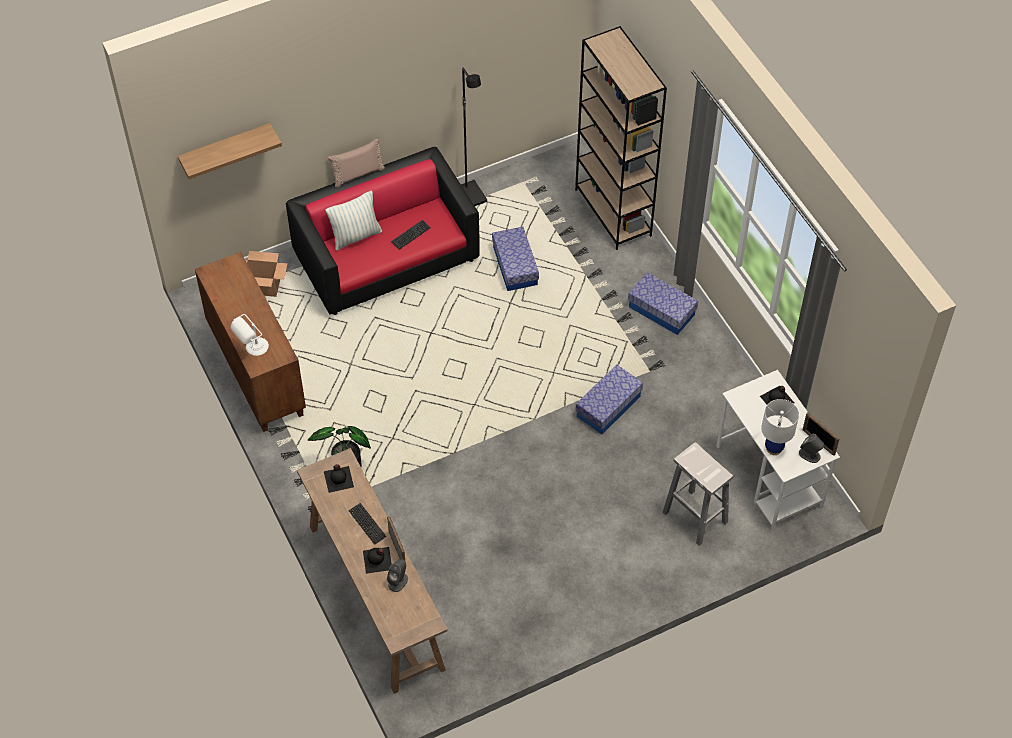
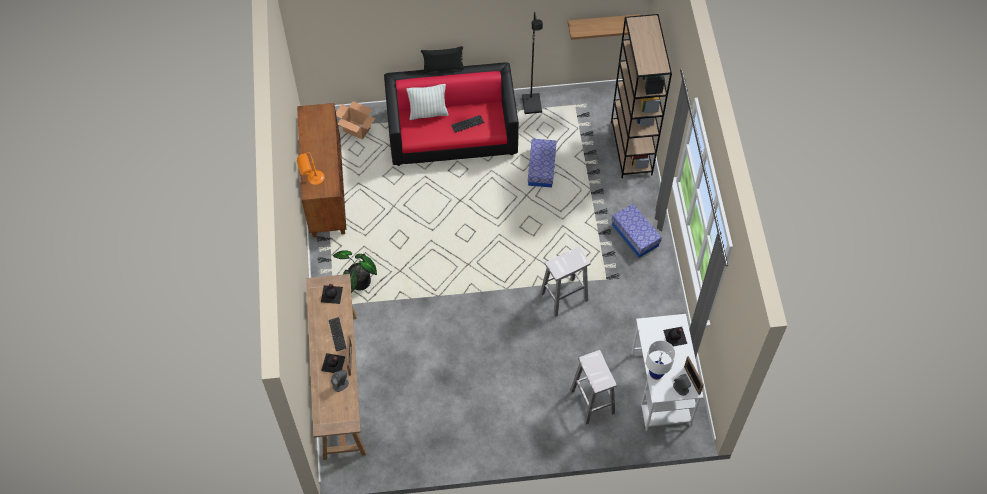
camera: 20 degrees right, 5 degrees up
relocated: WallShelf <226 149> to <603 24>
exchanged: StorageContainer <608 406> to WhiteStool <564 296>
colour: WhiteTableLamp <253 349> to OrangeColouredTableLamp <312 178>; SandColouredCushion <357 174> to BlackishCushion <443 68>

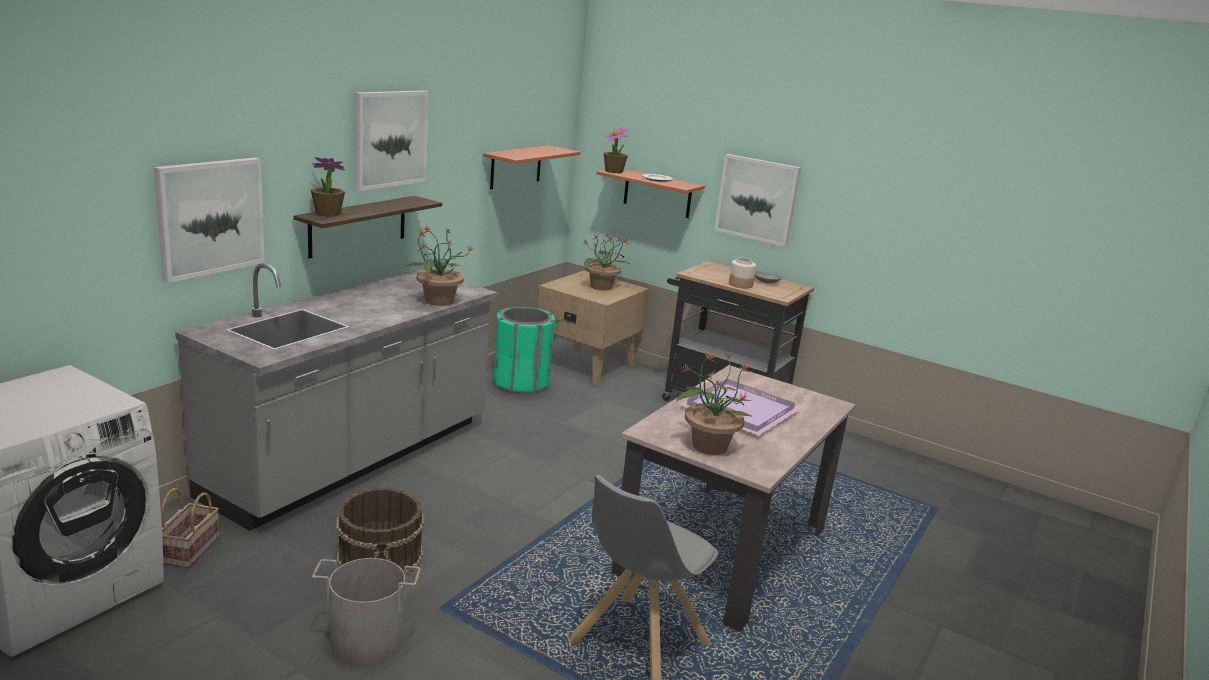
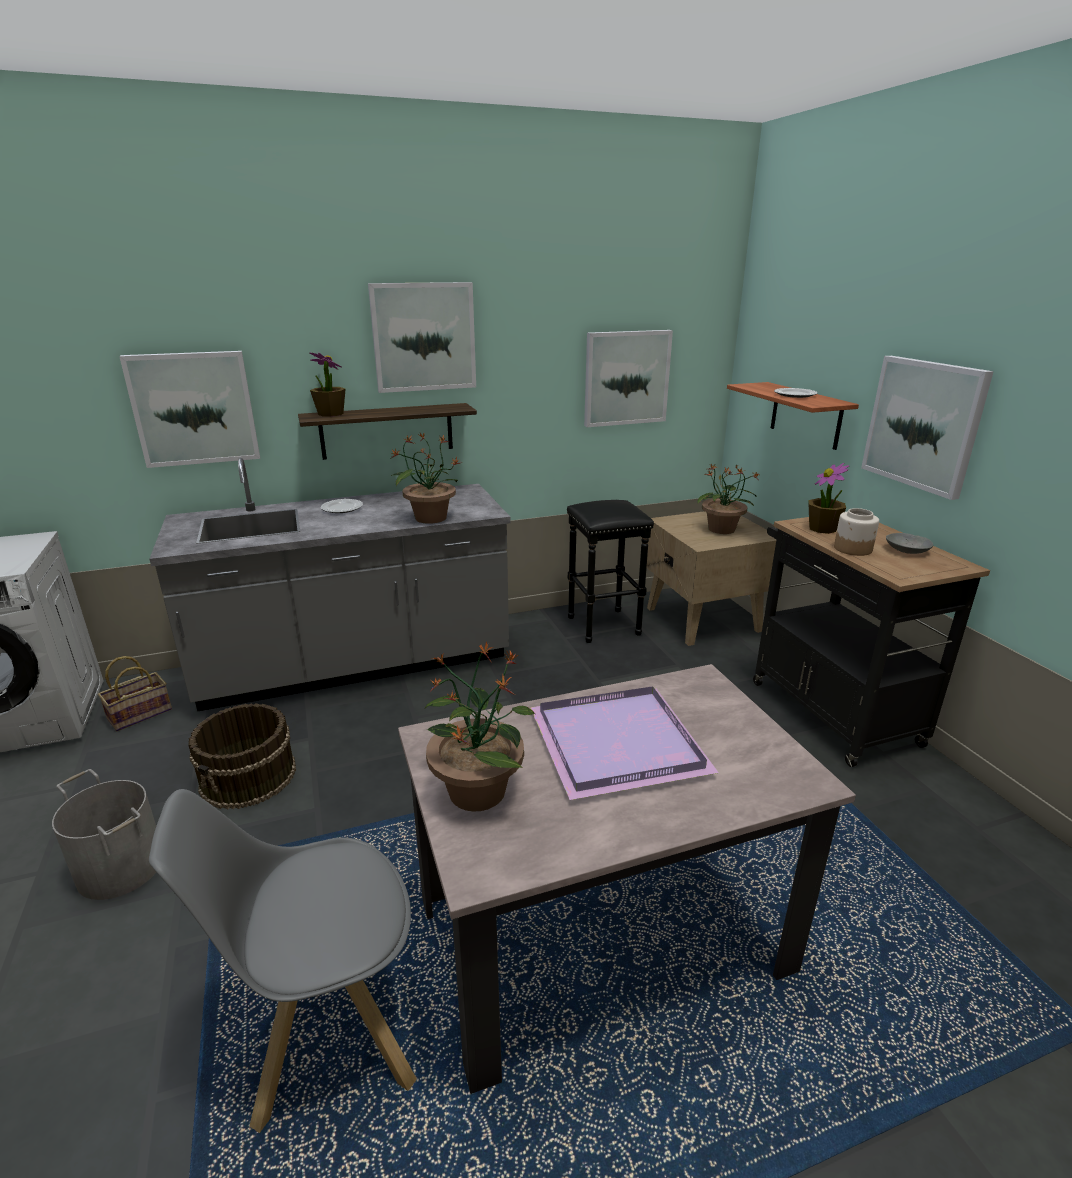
camera: 40 degrees right, 5 degrees up
appeared: Plate <342 508>
relocated: PlantInAPot <614 171> to <822 529>
exchanged: GreenColouredRubbishBin <521 383> to BlackishStool <604 624>; WallShelf <516 167> to Picture <626 378>

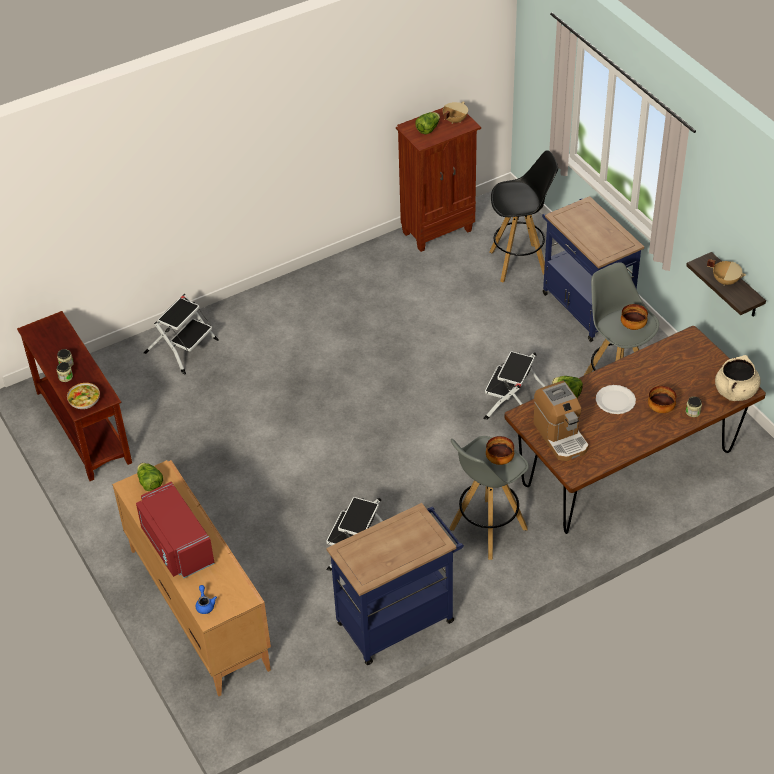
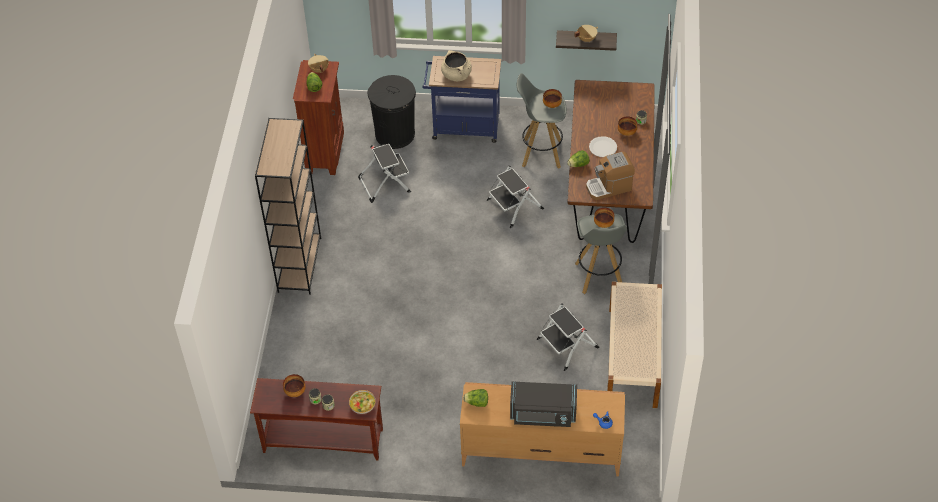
camera: 55 degrees left, 5 degrees up
appeared: SandColouredBookcase <299 264>; Bowl <295 392>
relocated: StepLadder <181 348> to <385 183>; SandColouredSaucepot <735 392> to <456 75>
exchanged: BlackishStool <519 263> to BlackishRubbishBin <395 134>; BlueTrolley <398 622> to SandColouredIndoorBench <633 357>
colour: RedColouredKitchenMicrowave <176 545> to BlackishKitchenMicrowave <543 414>
spun: CoffeeBrewer <561 436> = <609 187> 150 degrees clockwise

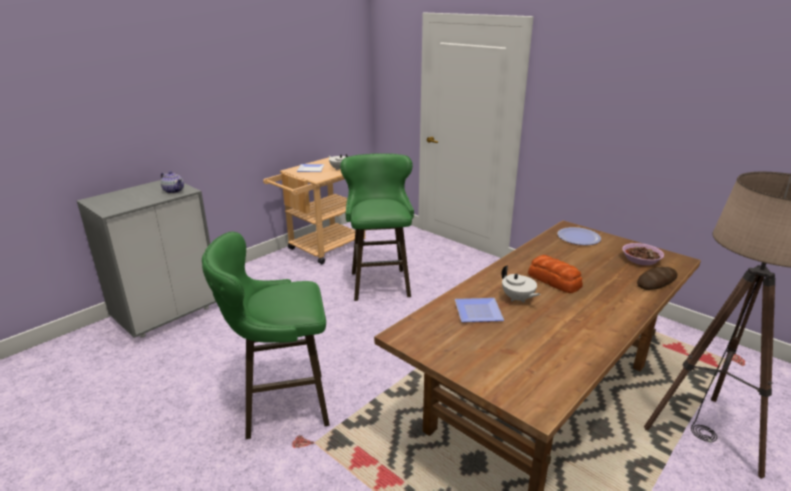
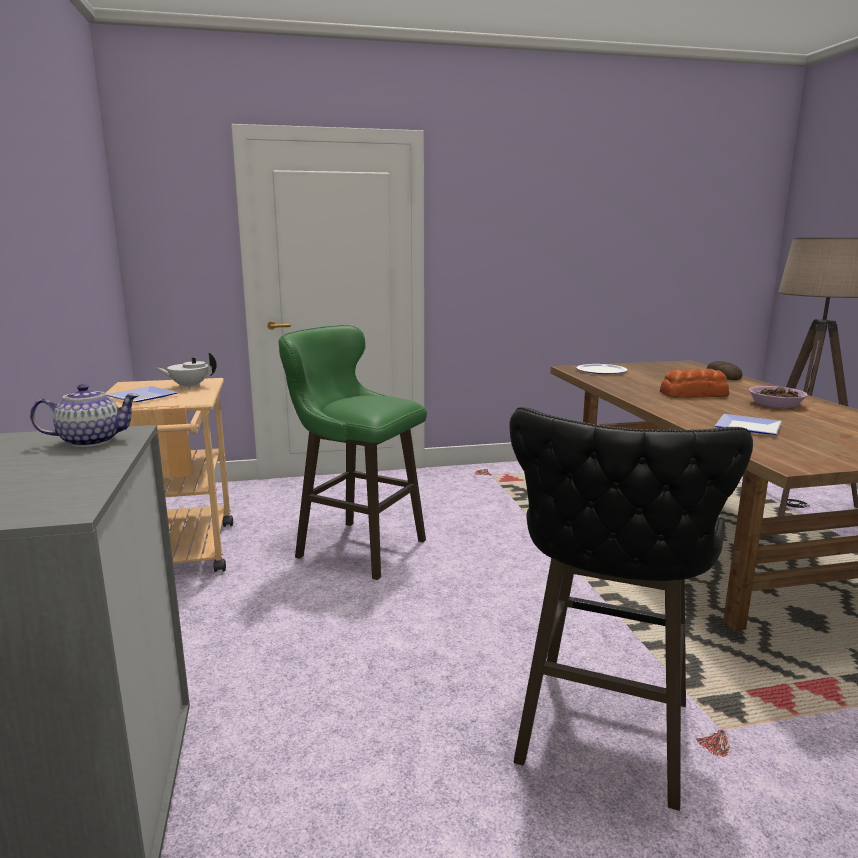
camera: 55 degrees left, 10 degrees down
missing: WhiteTeapot <517 299>
relocated: Bowl <641 259> to <775 404>
colour: GreenColouredStool <281 405> to BlackishStool <602 737>

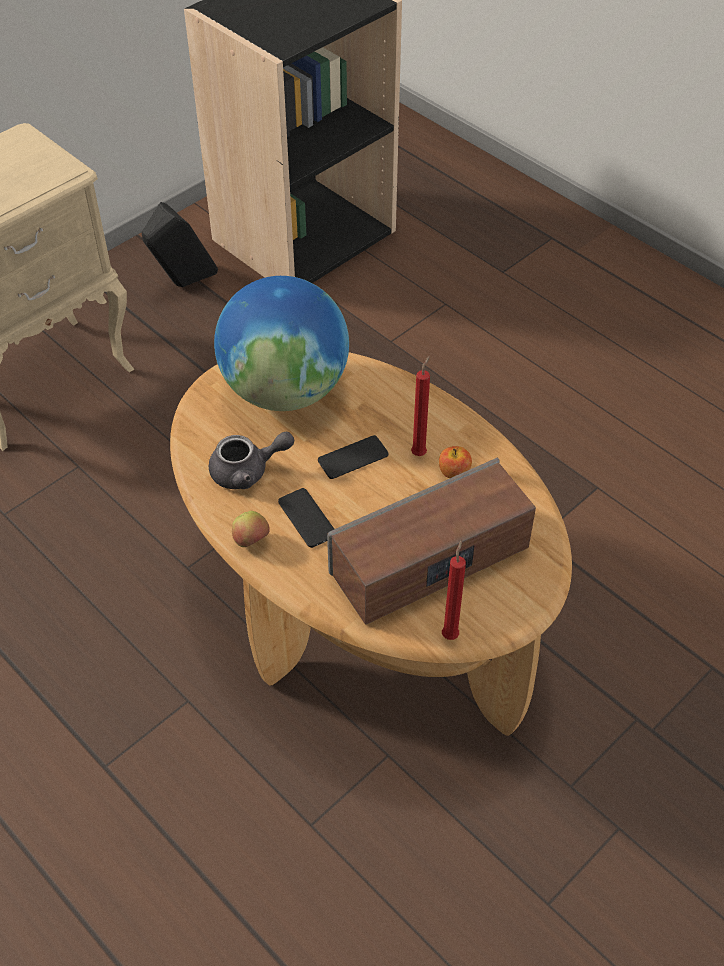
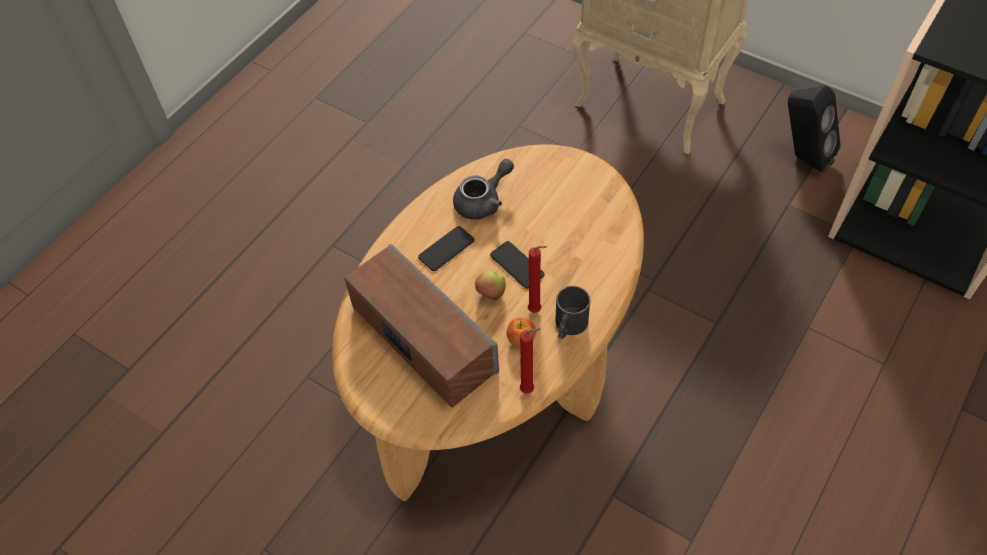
camera: 80 degrees right, 5 degrees up
missing: DeskGlobe <285 390>
appeared: BlackishCoffeeMug <568 326>
relocated: Apple <251 541> to <491 294>; RedColouredWaxLight <450 633> to <529 390>
spun: GrayTeapot <248 471> = <483 201> 105 degrees counterclockwise

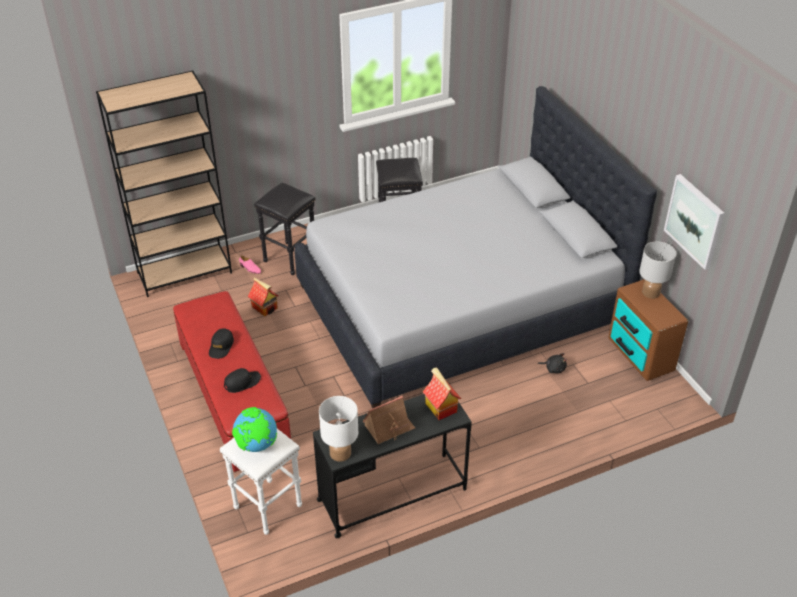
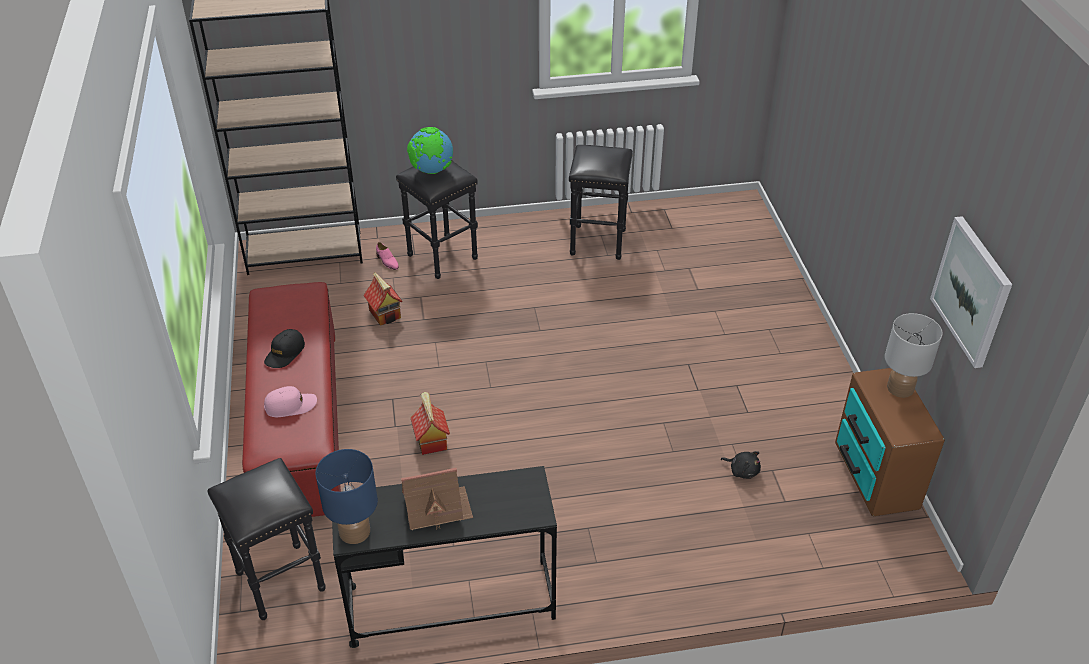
camera: 15 degrees right, 0 degrees up
missing: GrayBedroomBed <461 305>
relocated: DeskGlobe <256 445> to <431 171>; ToyHouse <440 408> to <430 441>
colour: WhiteStool <266 506> to BlackishStool <278 580>; BlackishCap <242 382> to PinkishCap <290 406>; WhiteTableLamp <340 453> to BlueTableLamp <354 531>

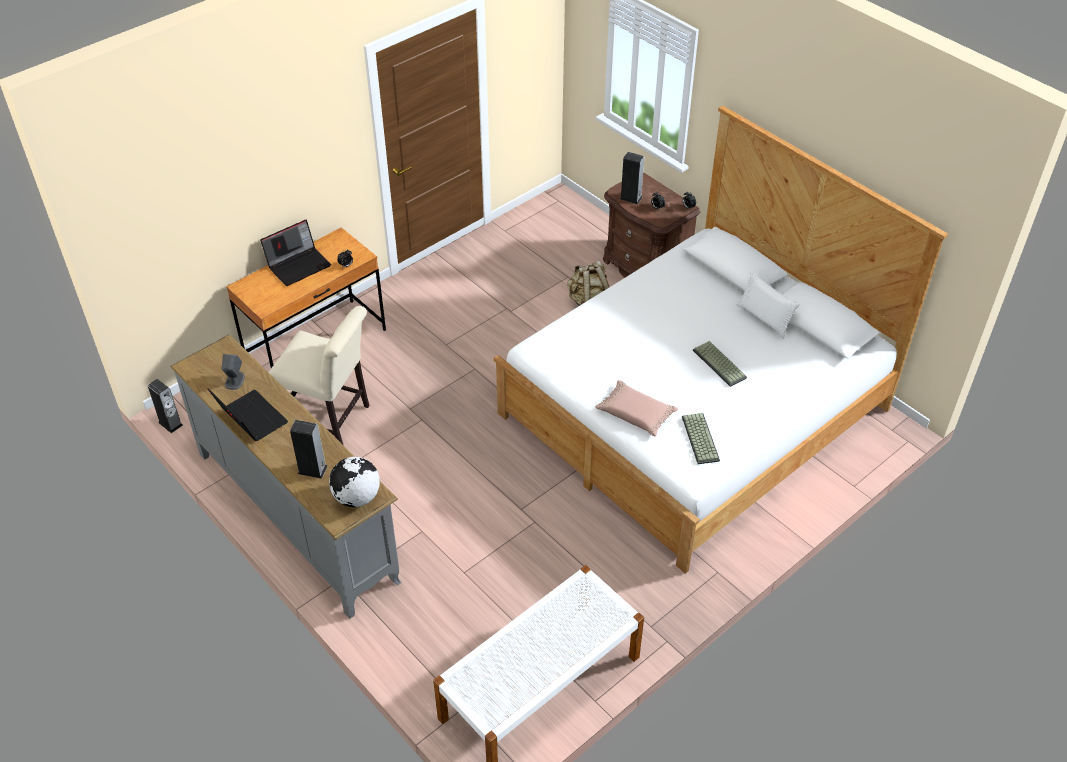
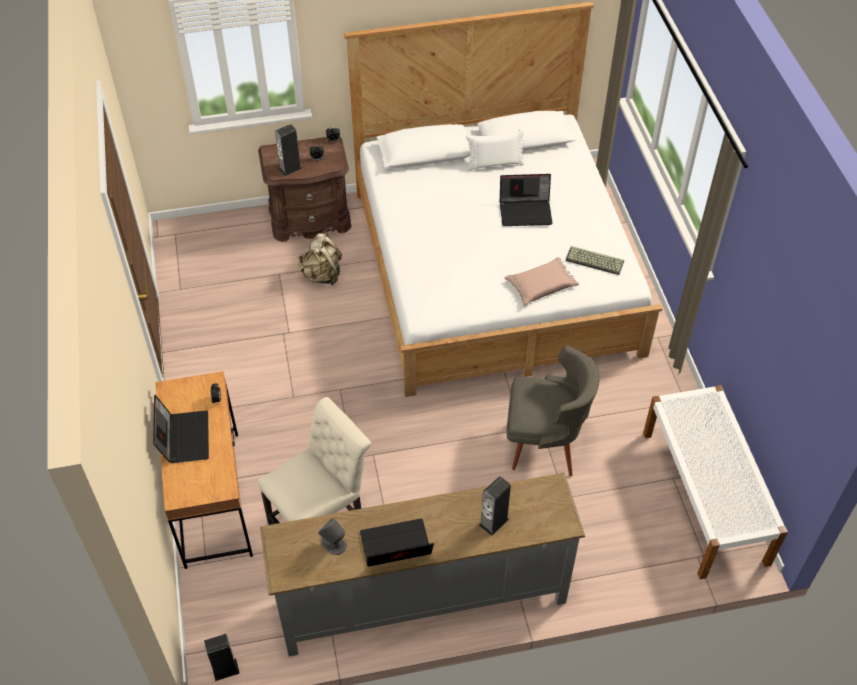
camera: 60 degrees left, 5 degrees up
missing: DeskGlobe <356 497>
appeared: GrayChair <543 446>
exchanged: Keyboard <720 364> to Laptop <526 211>

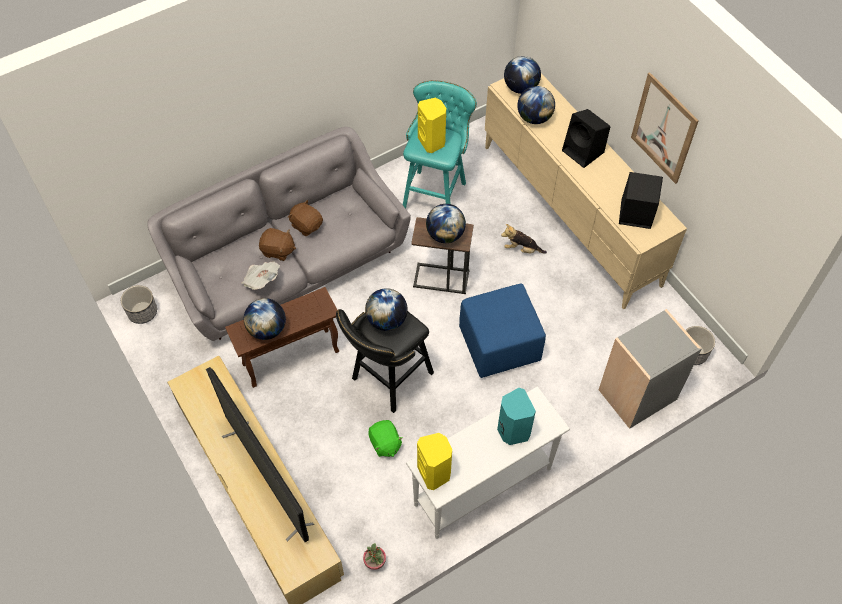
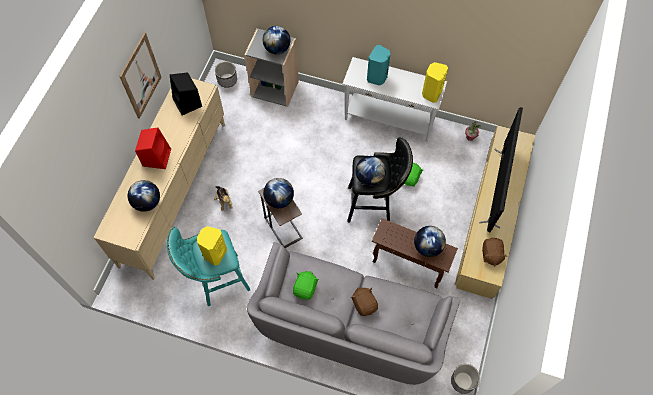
camera: 130 degrees left, 5 degrees up
missing: PrintedPaper <261 280>; BlueFootrest <498 345>
appeared: GreenColouredCuddlyToy <305 288>
relocated: DeskGlobe <520 88> to <277 49>; BrownCuddlyToy <306 225> to <491 255>
colour: BlackishSpeaker <584 152> to RedColouredSpeaker <157 156>

